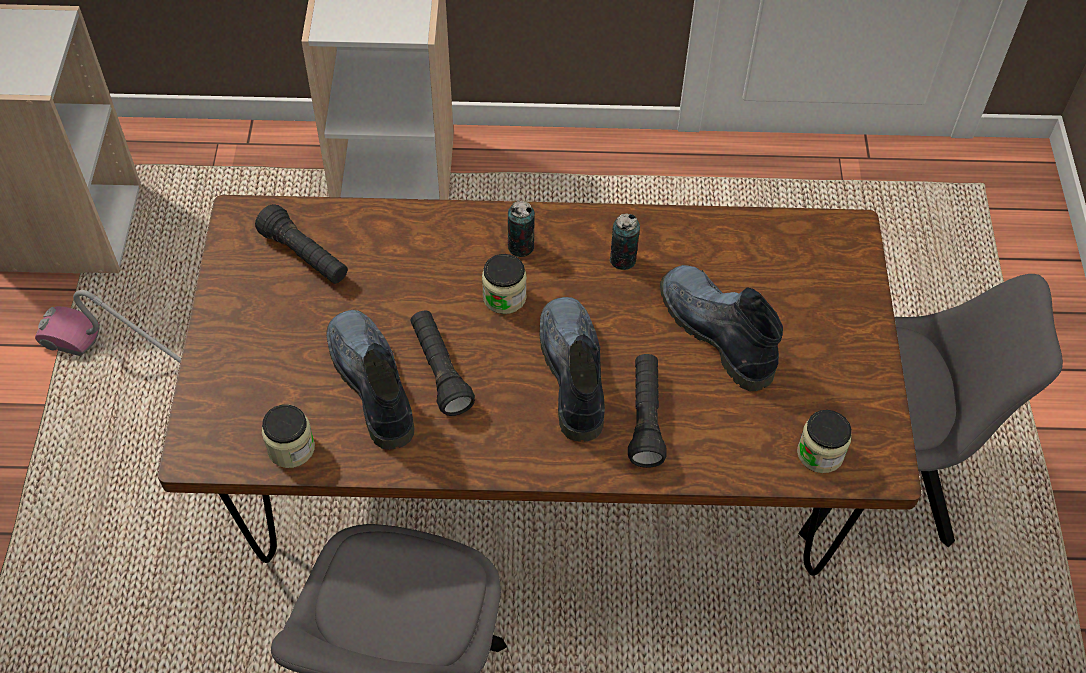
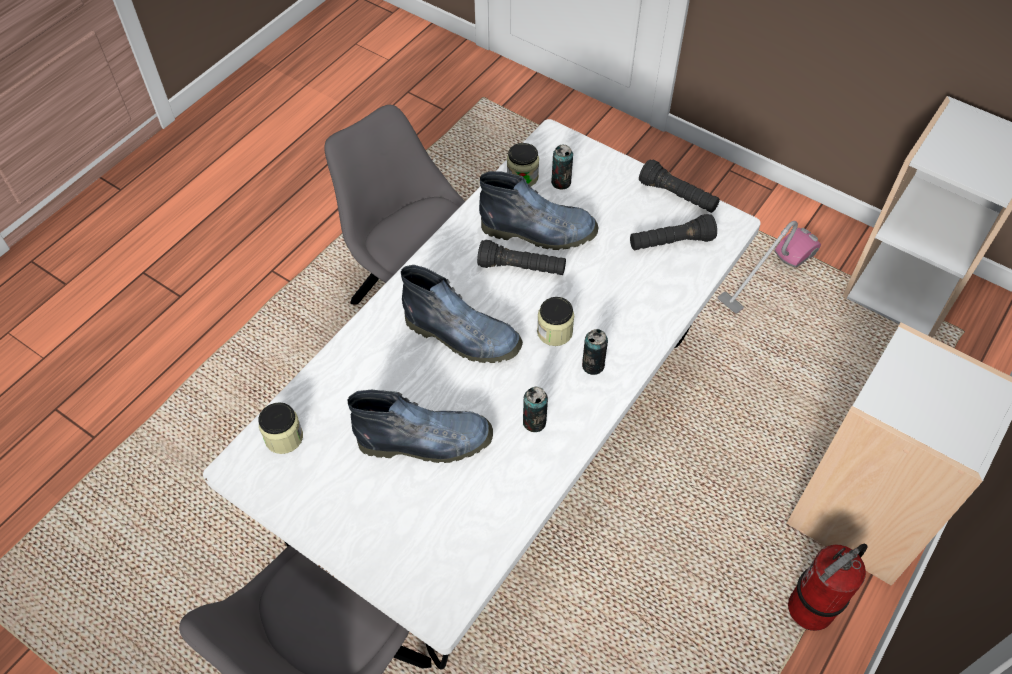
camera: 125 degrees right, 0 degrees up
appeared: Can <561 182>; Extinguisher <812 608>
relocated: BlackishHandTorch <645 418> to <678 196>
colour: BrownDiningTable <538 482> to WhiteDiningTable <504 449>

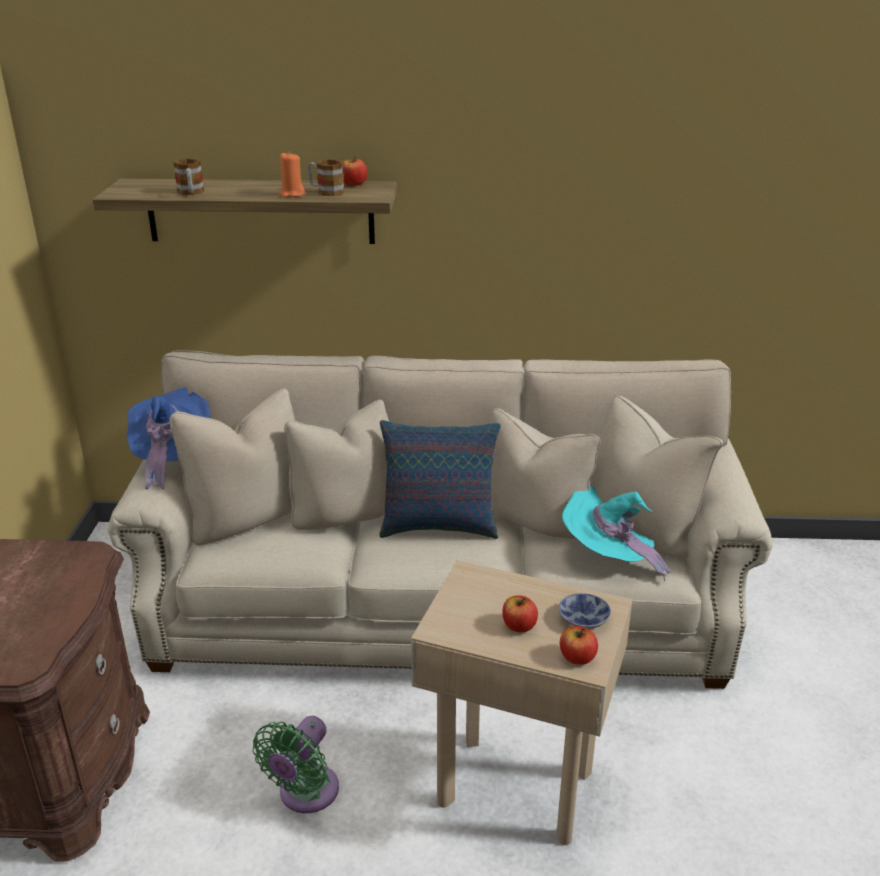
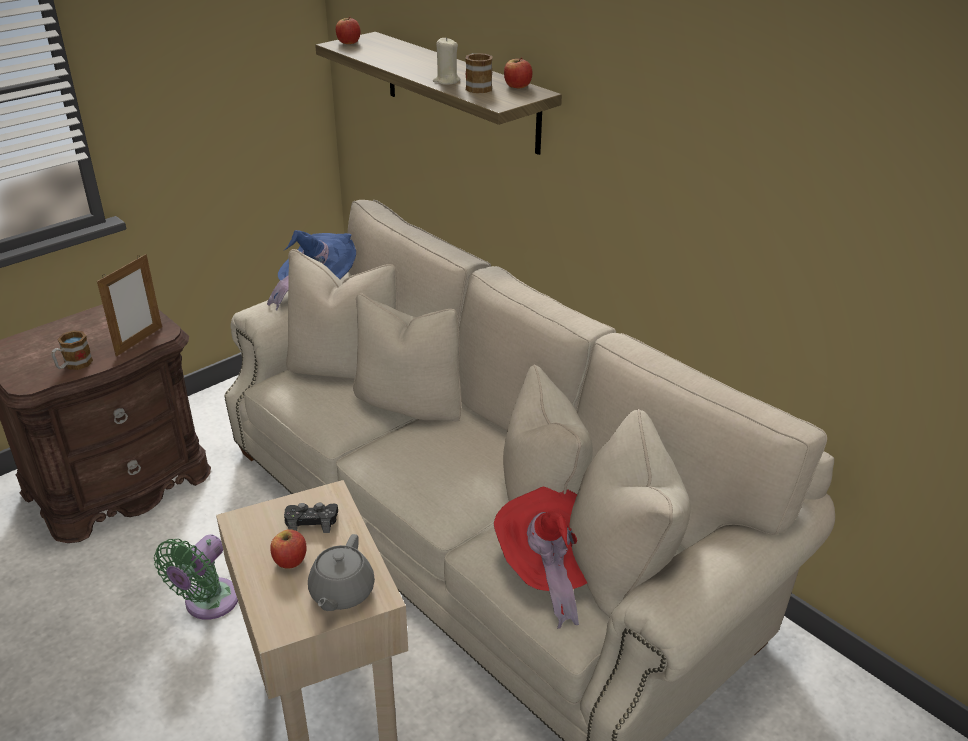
camera: 45 degrees right, 5 degrees up
missing: BlueCushion <439 528>
appeared: StandingFrame <139 341>; BlackishGameController <311 521>
relocated: CoffeeMug <191 193> to <74 365>; Apple <577 657> to <348 42>
exchanged: Bowl <585 619> to GrayTeapot <341 593>
colour: OrangeColouredWaxLight <292 194> to SandColouredWaxLight <446 81>; BlueGreenWearableHat <609 557> to RedColouredWearableHat <548 573>
spun: GreenColouredFan <305 794> = <207 603> 45 degrees counterclockwise

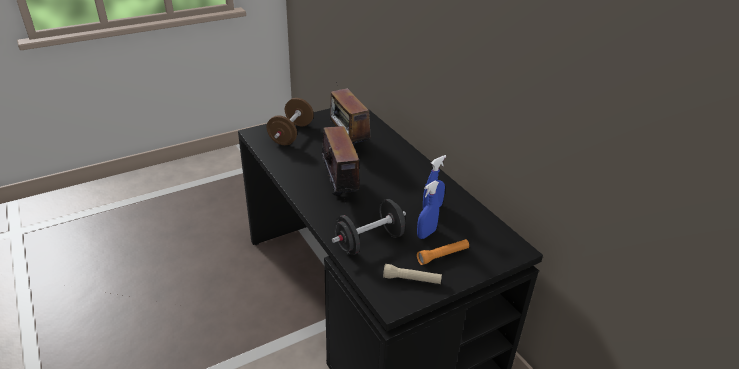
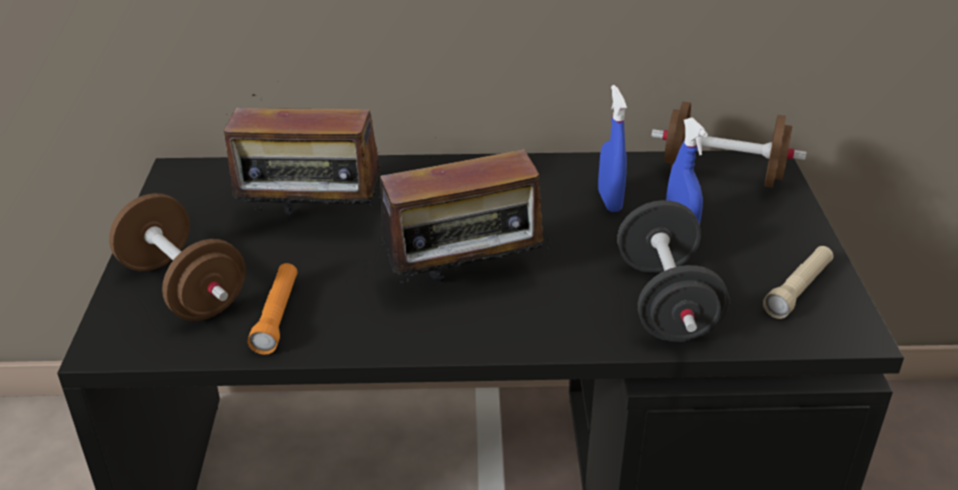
camera: 60 degrees left, 0 degrees up
appeared: BrownFreeWeight <722 174>
relocated: OrangeColouredHandTorch <443 255> to <277 316>
spun: RadioSet <340 188> = <465 283> 150 degrees clockwise

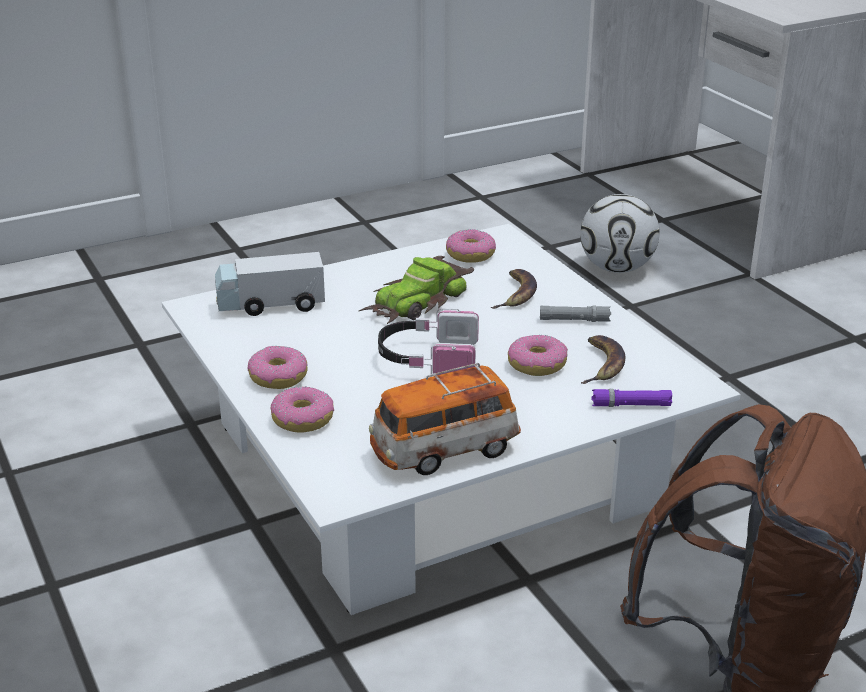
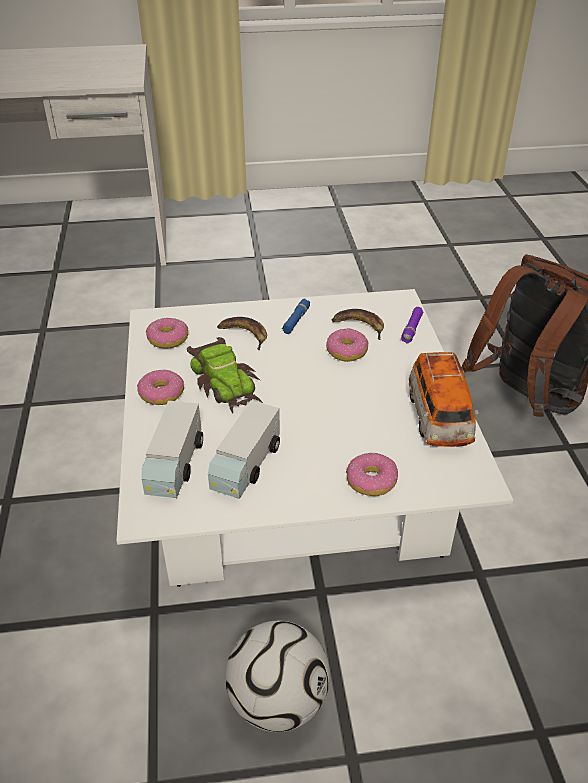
camera: 70 degrees left, 10 degrees up
missing: PairOfHeadphones <427 359>
appeared: ToyLorry <246 465>
relocated: Donut <278 377> to <161 394>; BallForFootball <617 268> to <278 700>
colour: GrayHandTorch <574 320> to BlueHandTorch <296 320>

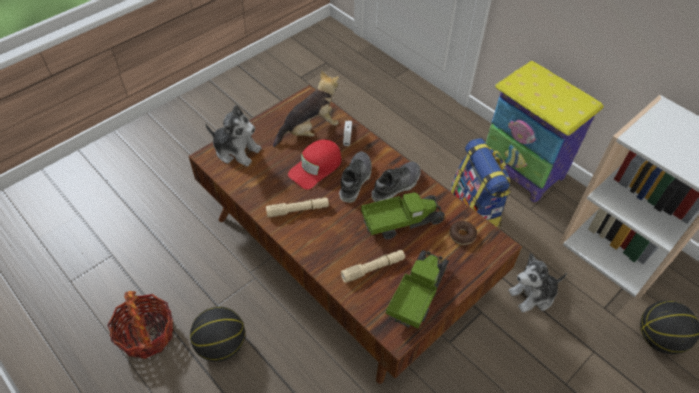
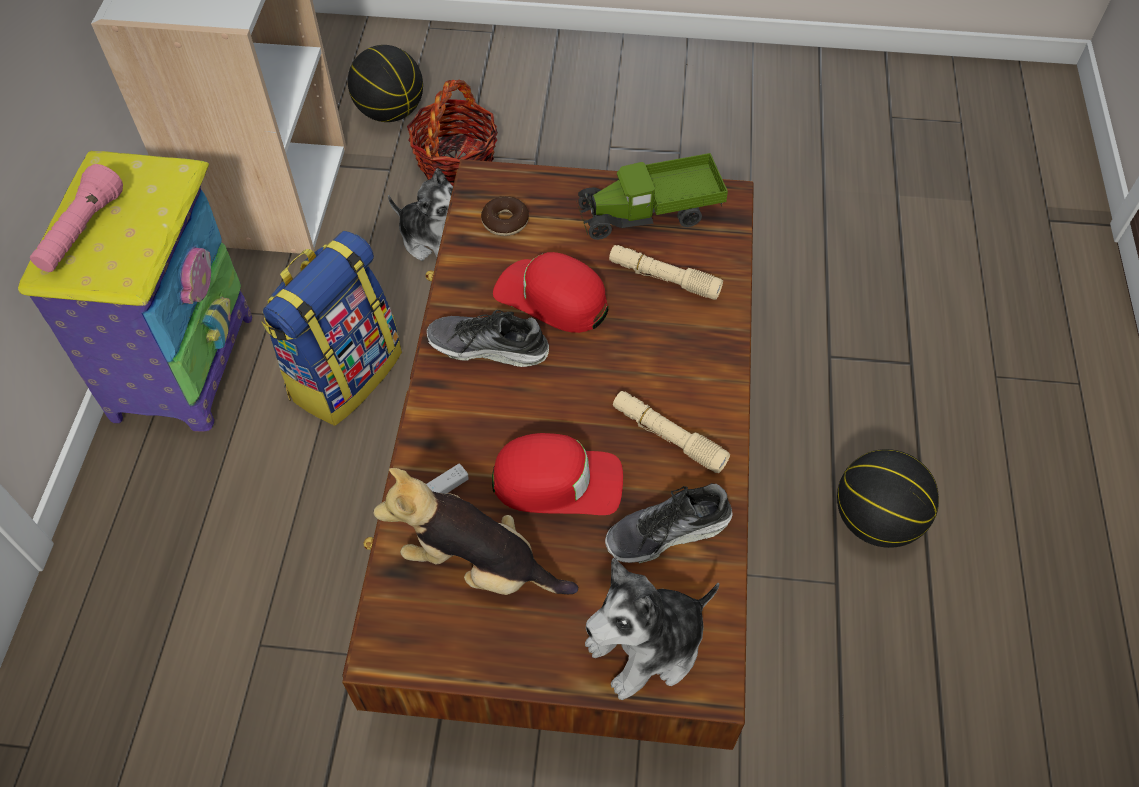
camera: 130 degrees left, 5 degrees up
appeared: PinkishHandTorch <82 232>
relocated: Basket <147 334> to <455 160>; ItemOfFootwear <355 180> to <667 532>
exchanged: ToyLorry <401 222> to RedColouredCap <552 298>
spun: CuddlyToy <236 150> = <647 646> 105 degrees counterclockwise

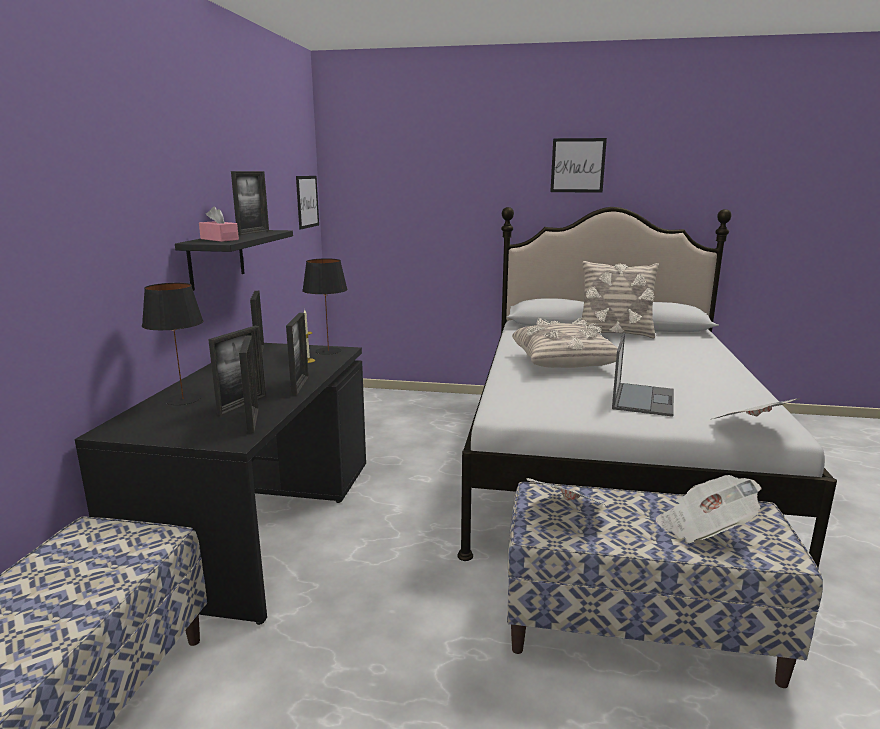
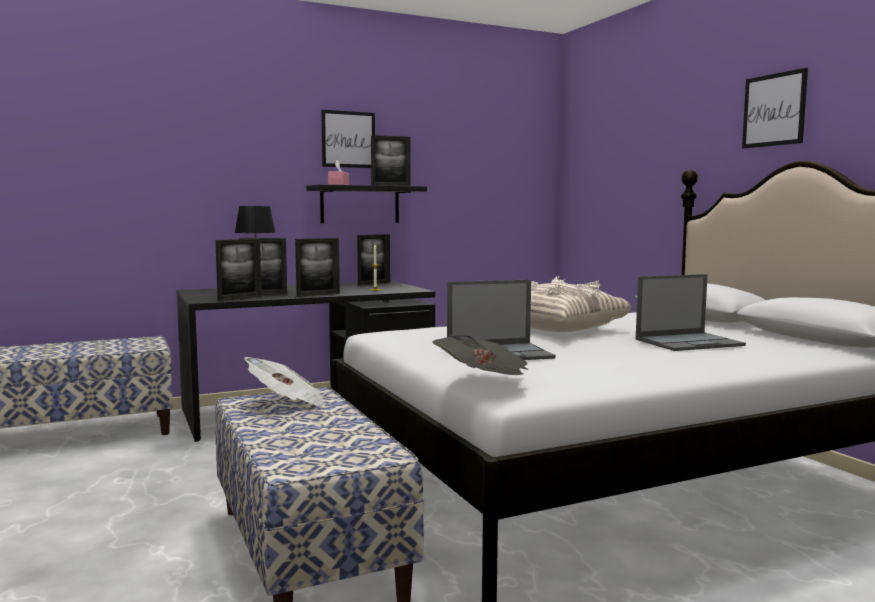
camera: 55 degrees right, 10 degrees down
missing: BlackishTableLamp <328 351>; SandColouredCushion <615 334>; PrintedPaper <704 529>
appeared: Laptop <689 342>
relocated: Picture <307 201> to <348 139>

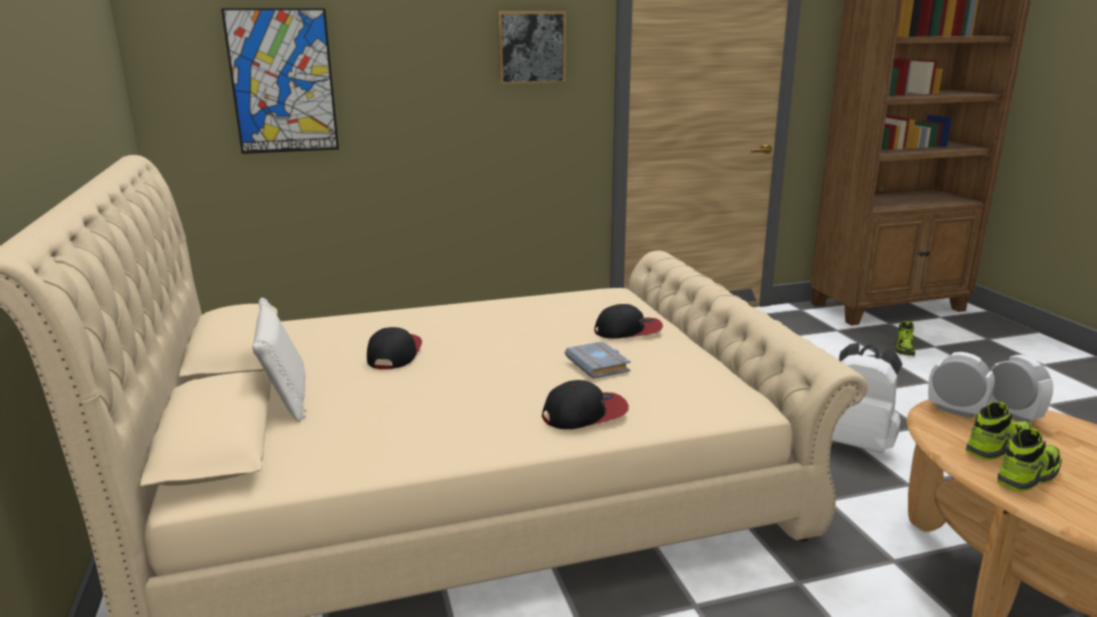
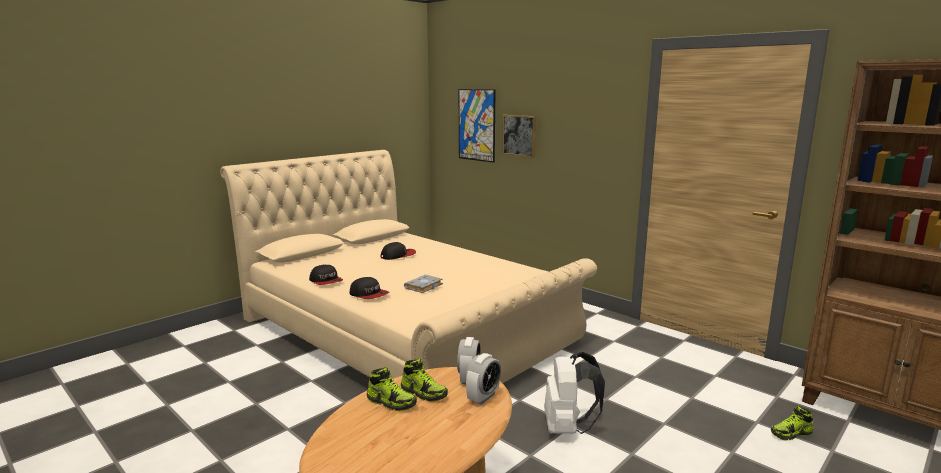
camera: 60 degrees right, 5 degrees down
missing: WhiteCushion <285 394>
relocated: Cap <628 330> to <326 281>; Picture <531 48> to <519 135>

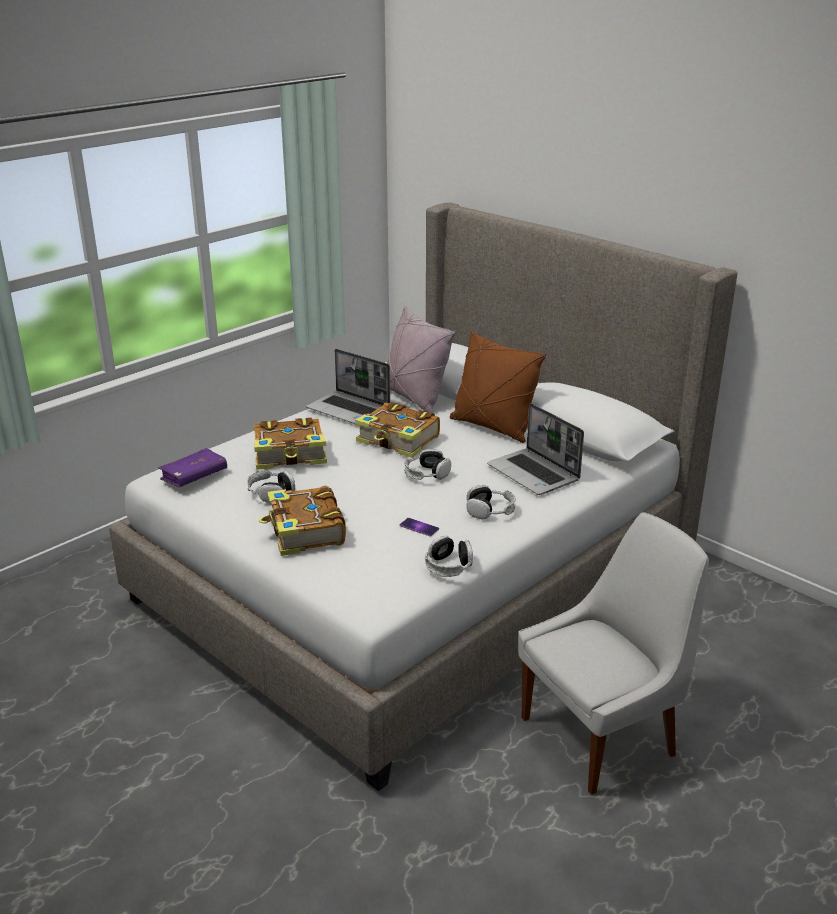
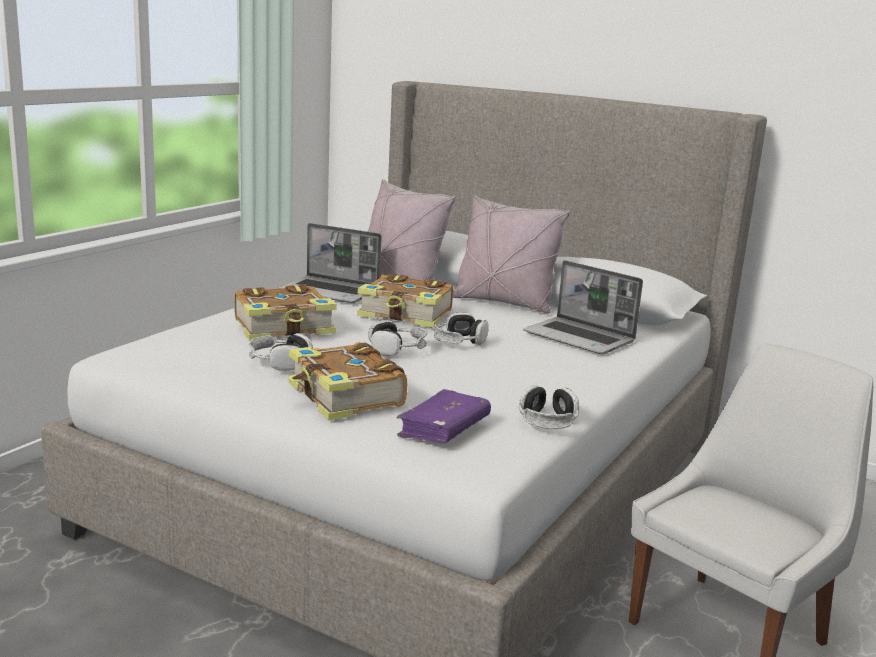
camera: 15 degrees left, 10 degrees down
missing: Phone <419 527>
relocated: PairOfHeadphones <490 510> to <397 348>; PurpleBoundBook <194 476> to <443 429>
colour: BrownCushion <492 427> to PurpleCushion <504 303>

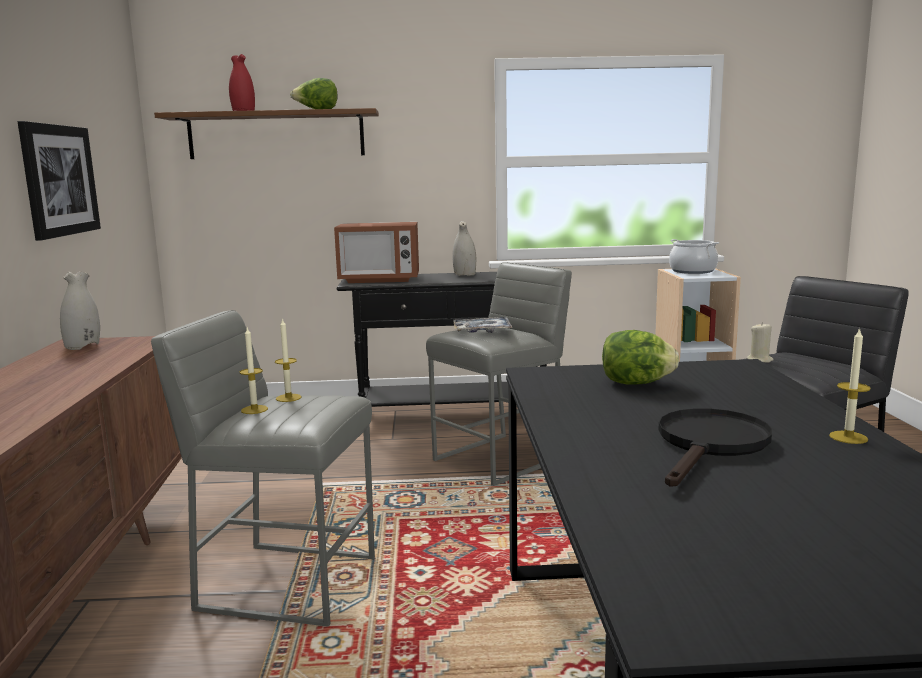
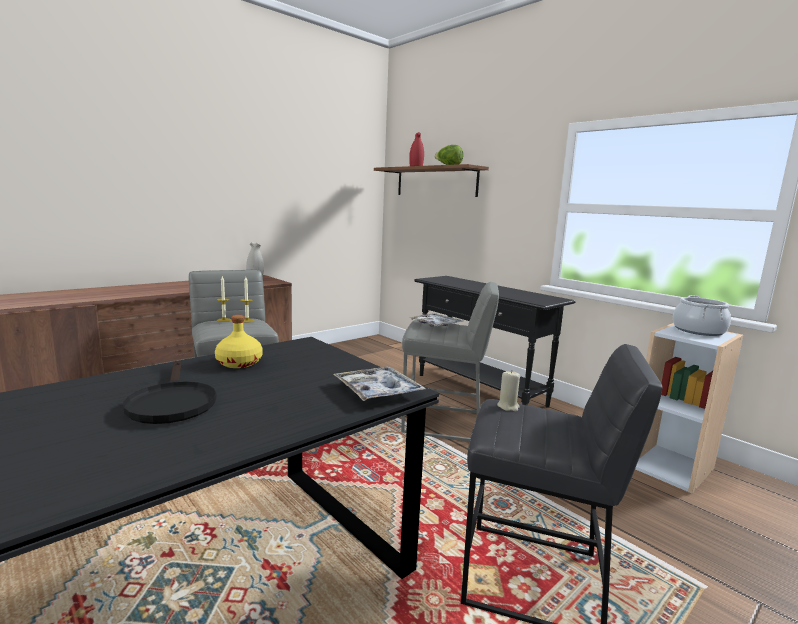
camera: 50 degrees right, 0 degrees up
missing: Picture <59 180>; KitchenMicrowave <379 280>; WhiteDecorativeVase <464 275>; Lettuce <636 383>; WaxLight <848 437>
appeared: YellowDrinkBottle <239 363>; ServingTray <377 391>
spun: BlackishPan <710 445> = <172 402> 75 degrees clockwise

